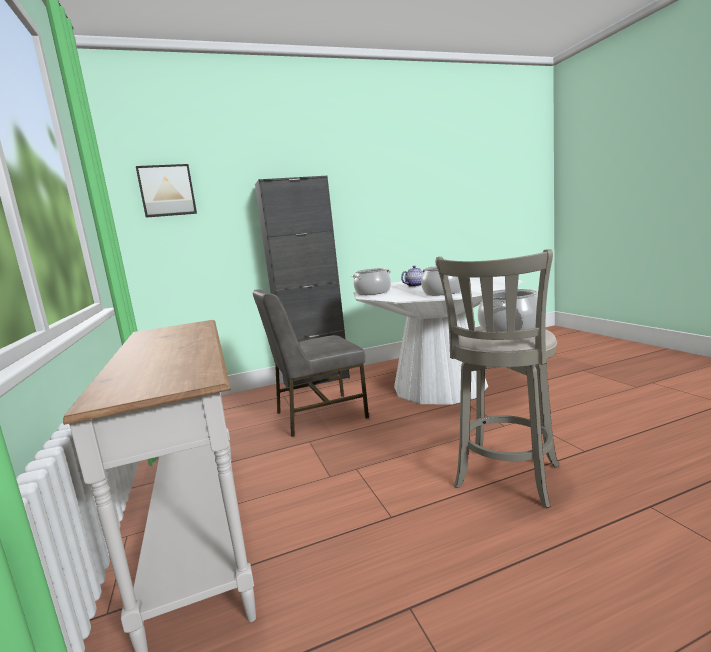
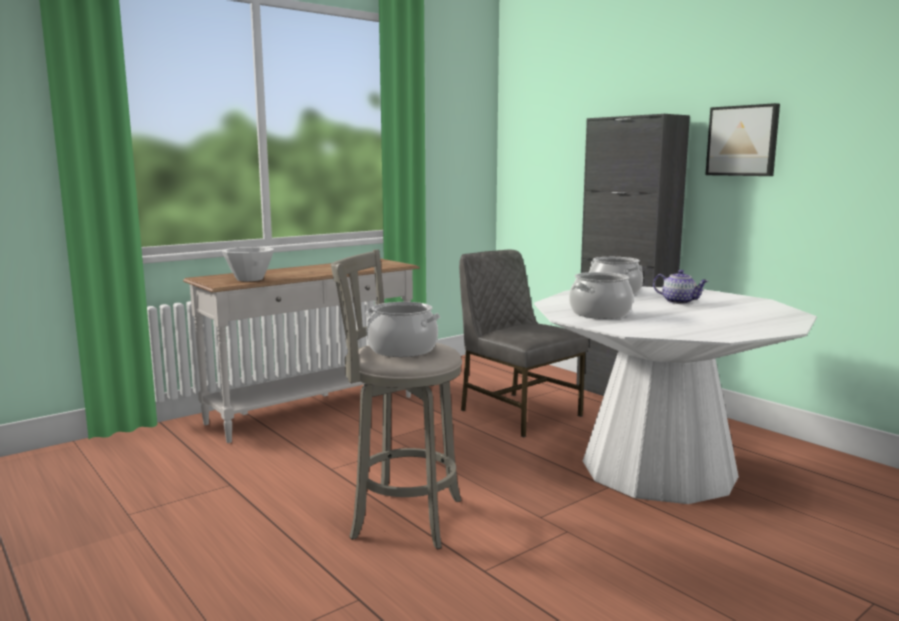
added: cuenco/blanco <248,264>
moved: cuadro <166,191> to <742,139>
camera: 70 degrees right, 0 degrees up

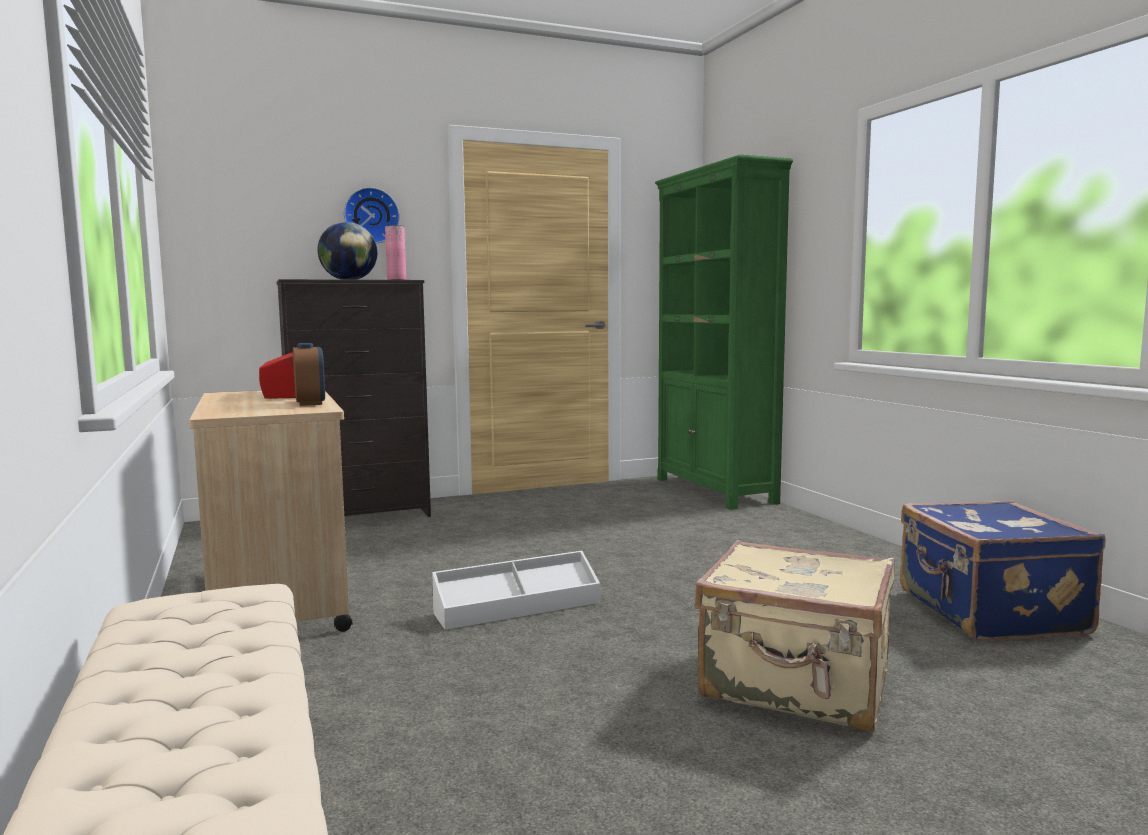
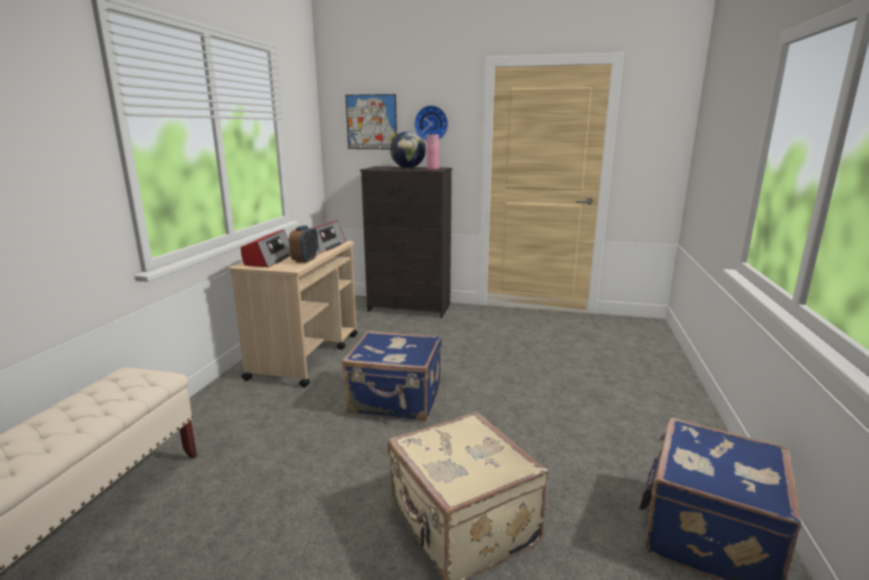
removed: estantería/verde <724,332>
added: radio <265,248>; cuadro <371,121>
replaced: caja de almacenaje/blanco <516,590> to maleta/azul <392,375>
camera: 35 degrees right, 10 degrees up

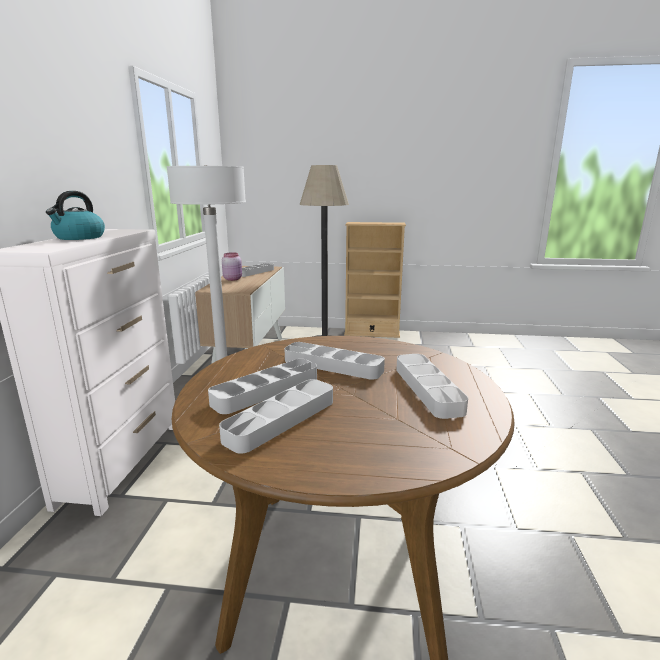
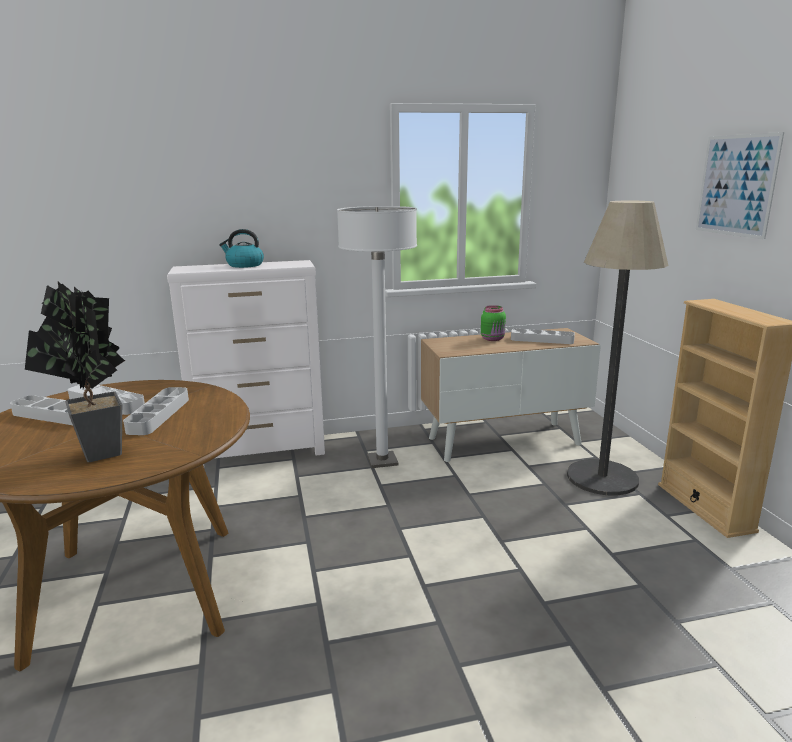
added: cuadro <740,186>
replaced: bandeja/gris <432,386> to planta en maceta <75,372>
recoloured: tarro/rosa <232,266> to tarro/verde <493,323>
camera: 70 degrees right, 0 degrees up

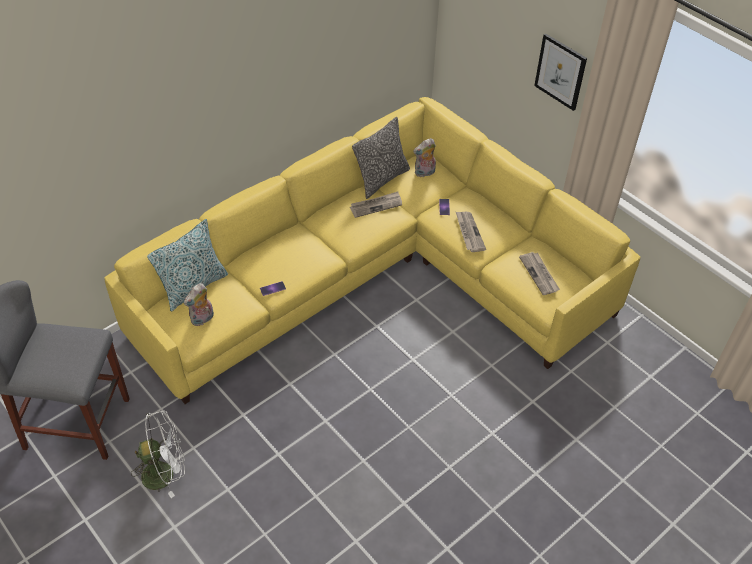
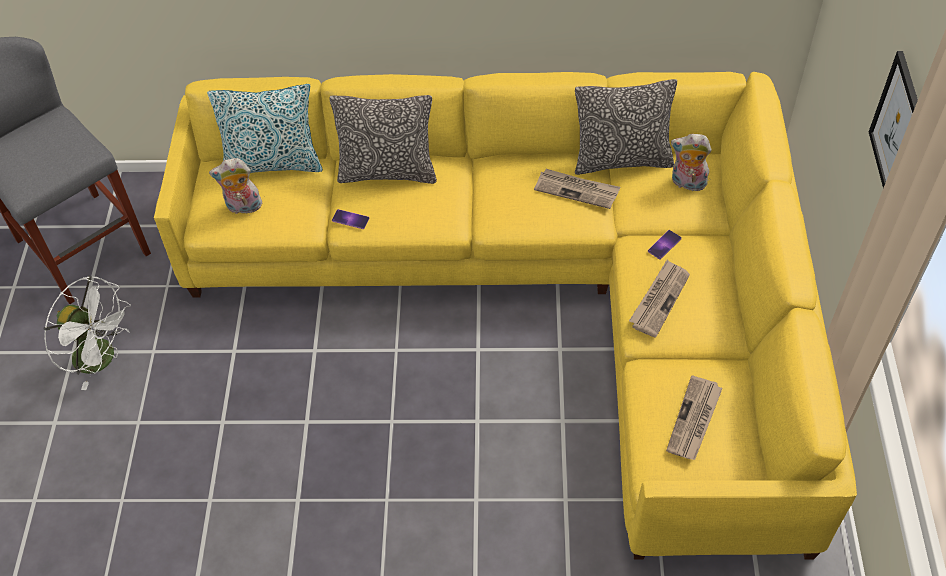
added: cojín <383,139>
camera: 45 degrees right, 5 degrees up

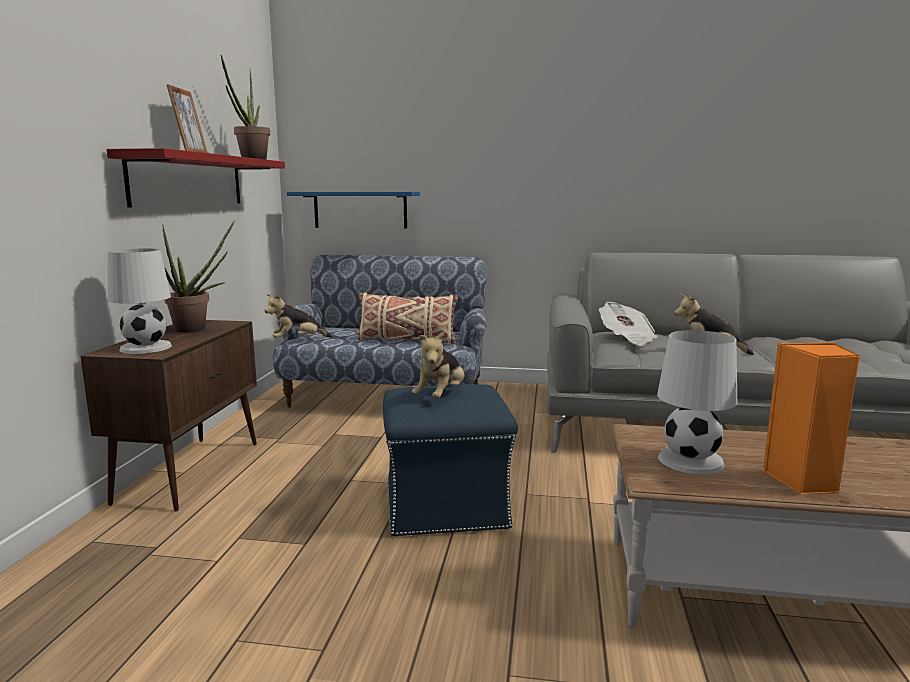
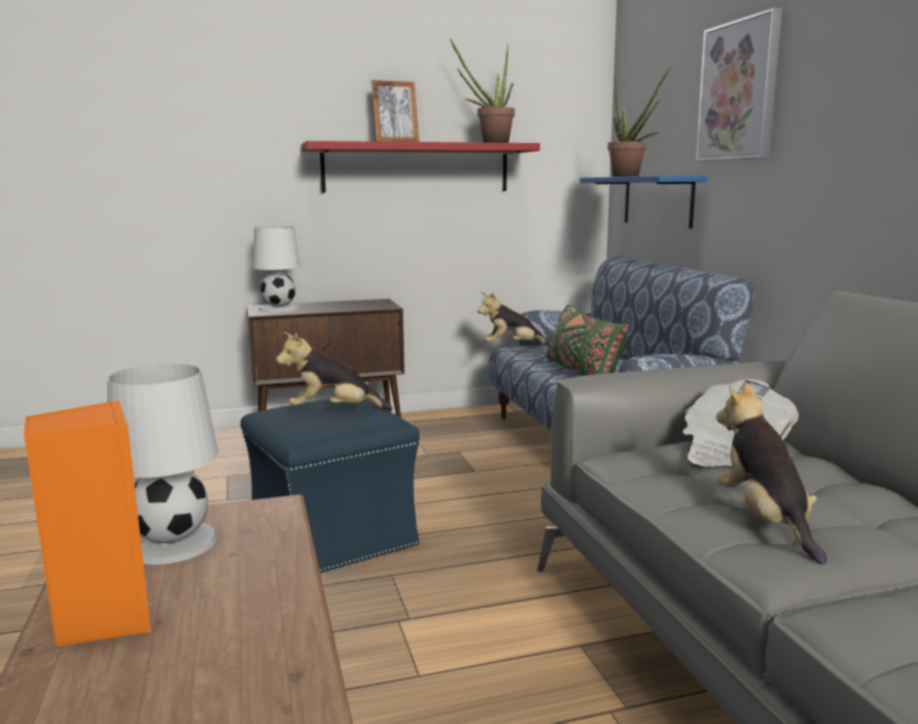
added: cuadro <739,84>
moved: planta en maceta <198,277> to <639,122>
recoloured: cojín/beis <407,318> to cojín/verde <588,340>
turned: peluche <298,316> = <514,319> 45 degrees counterclockwise
camera: 65 degrees right, 0 degrees up

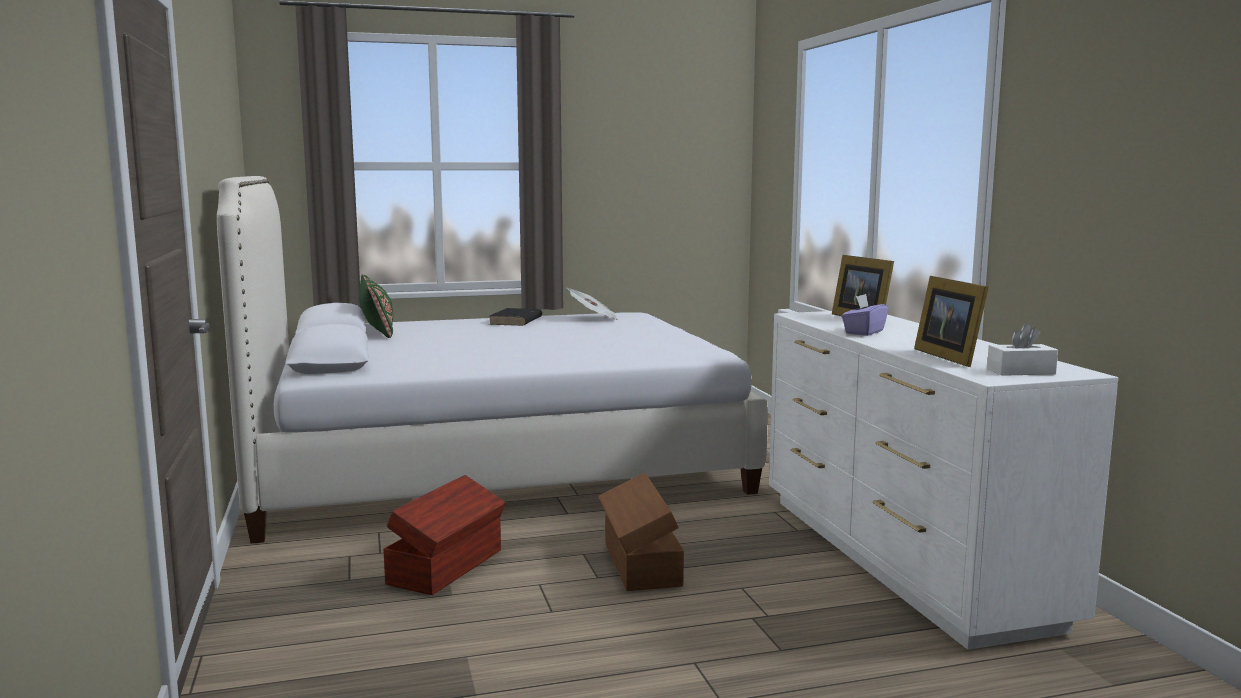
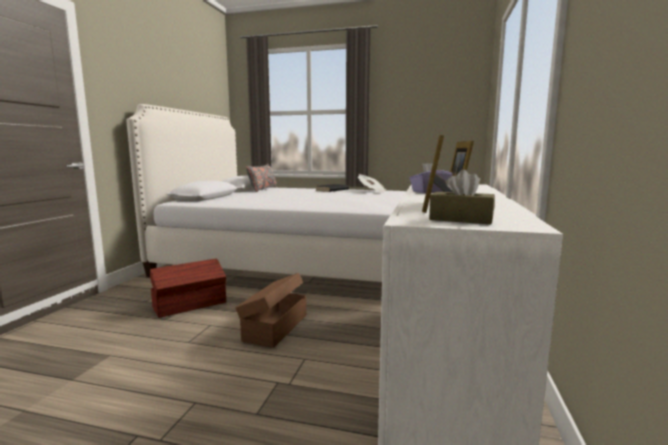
recoloured: cojín/verde <376,306> to cojín/gris <261,178>; caja de pañuelos/blanco <1022,350> to caja de pañuelos/marrón <462,197>
camera: 30 degrees right, 0 degrees up

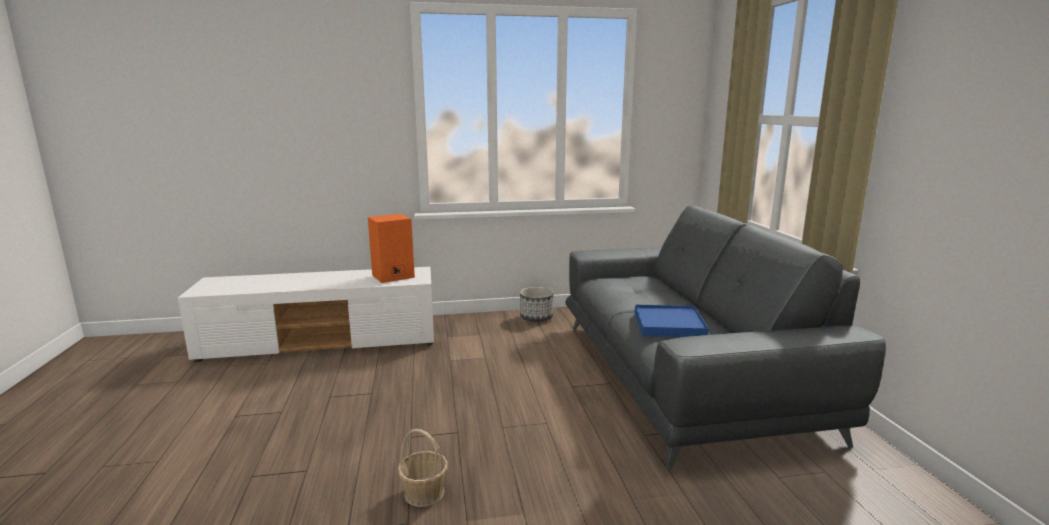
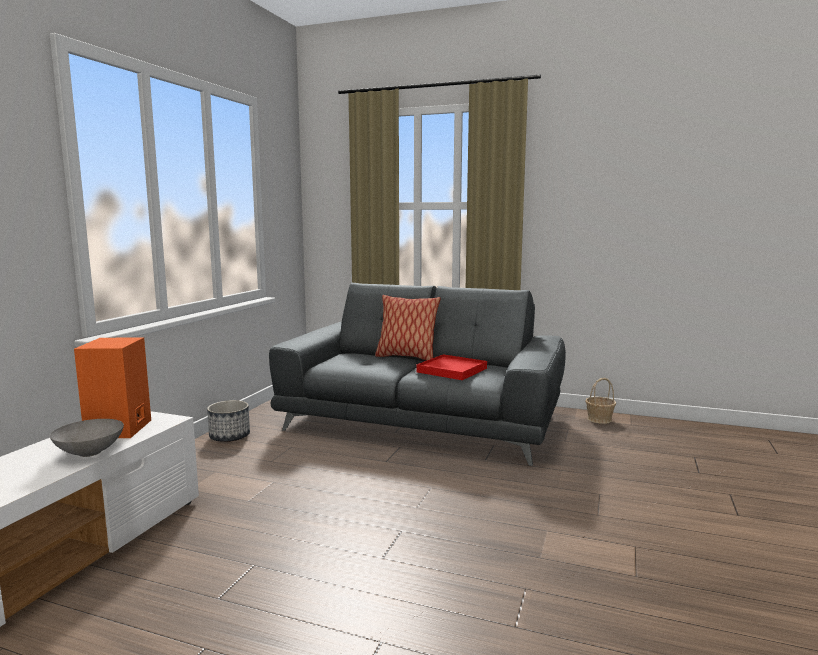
added: cuenco/gris <87,438>; cojín <407,328>
moved: cesta <423,468> to <600,401>
recoloured: bandeja/azul <672,320> to bandeja/rojo <451,367>
camera: 60 degrees left, 5 degrees down

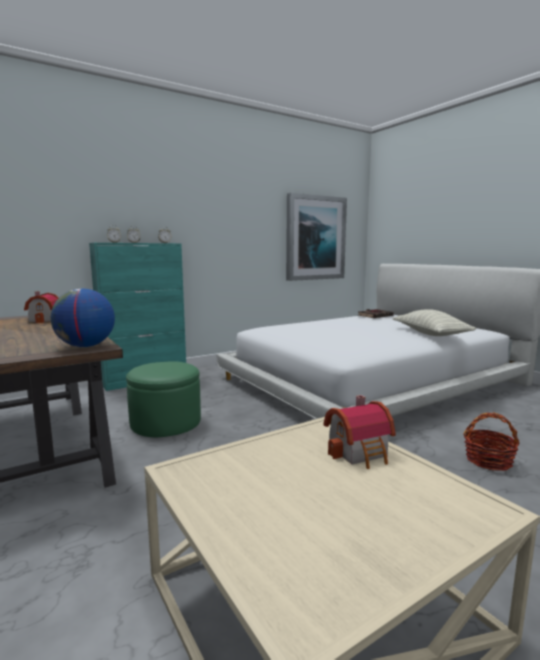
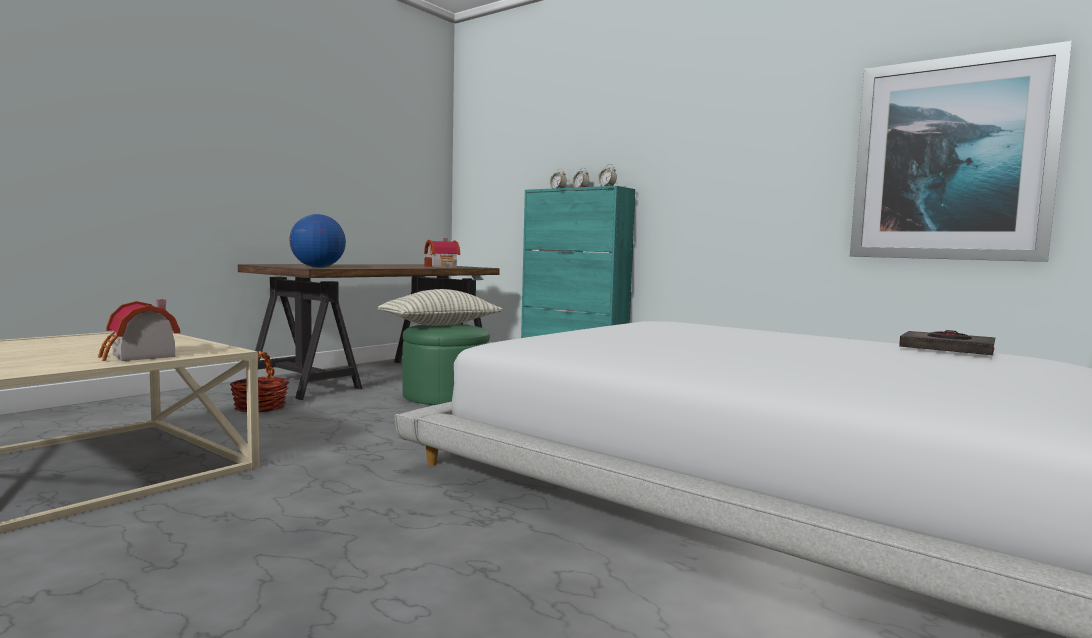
moved: cojín <434,322> to <440,307>; cesta <491,441> to <259,381>
camera: 70 degrees right, 5 degrees down

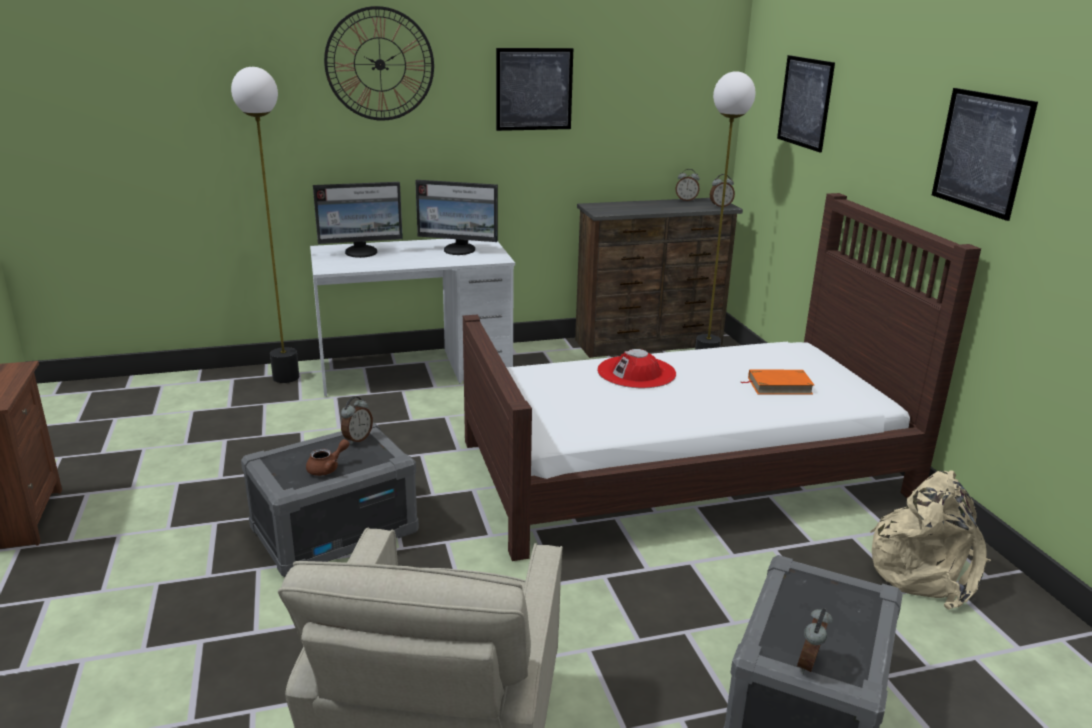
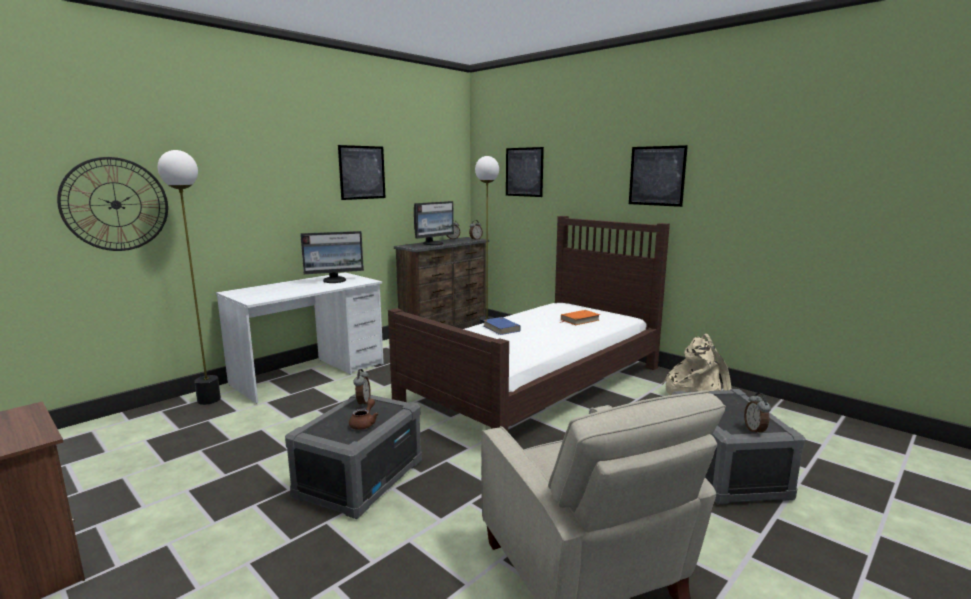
moved: monitor <358,220> to <434,223>; reloj de pared <379,63> to <112,204>
replaced: sombrero/rojo <636,368> to libro/azul <502,326>
camera: 30 degrees left, 10 degrees down

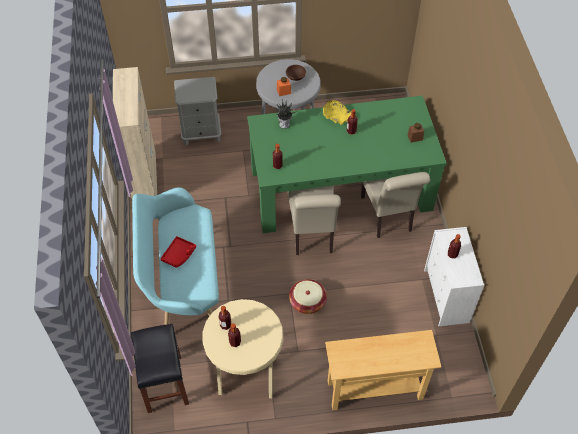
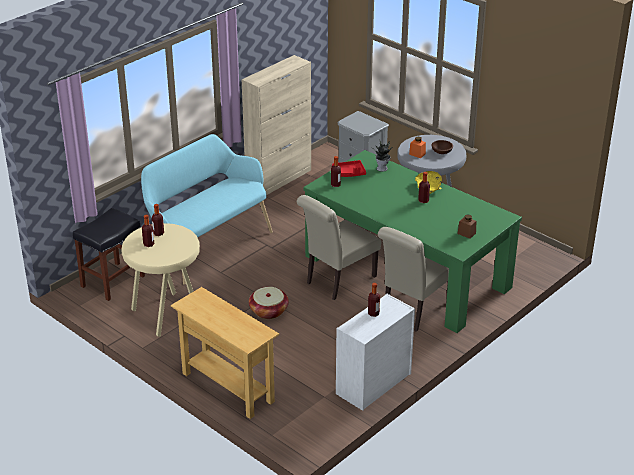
moved: bandeja/rojo <178,252> to <349,168>
camera: 50 degrees right, 20 degrees down

